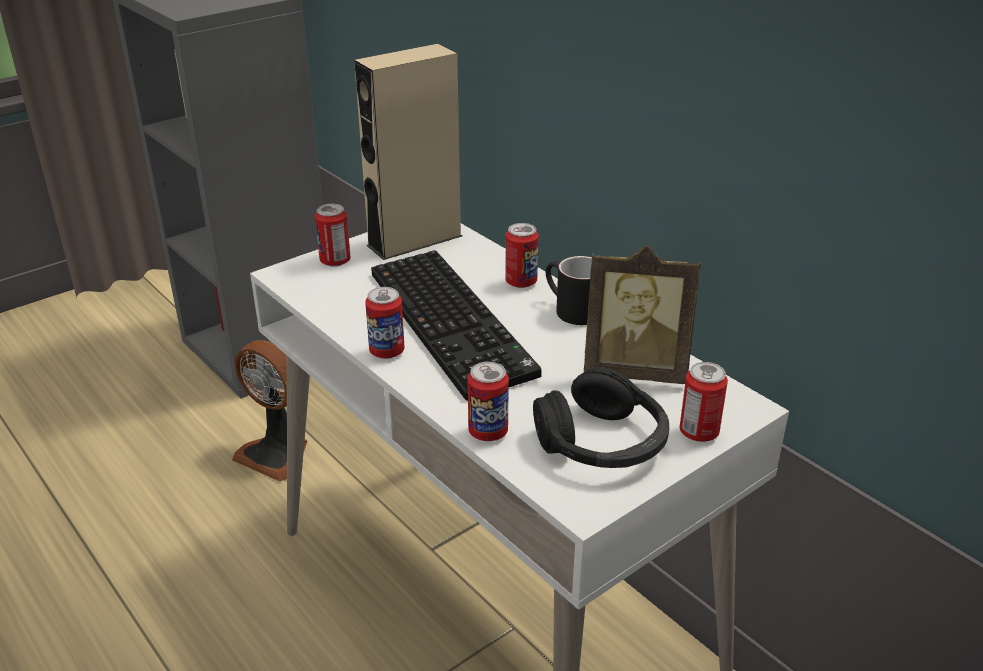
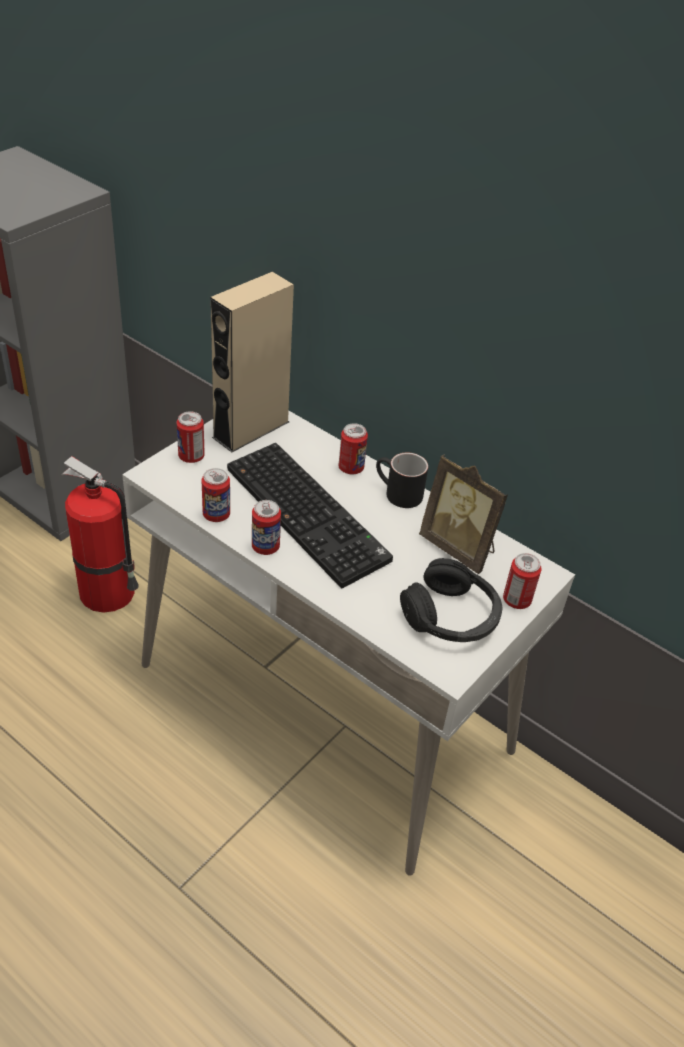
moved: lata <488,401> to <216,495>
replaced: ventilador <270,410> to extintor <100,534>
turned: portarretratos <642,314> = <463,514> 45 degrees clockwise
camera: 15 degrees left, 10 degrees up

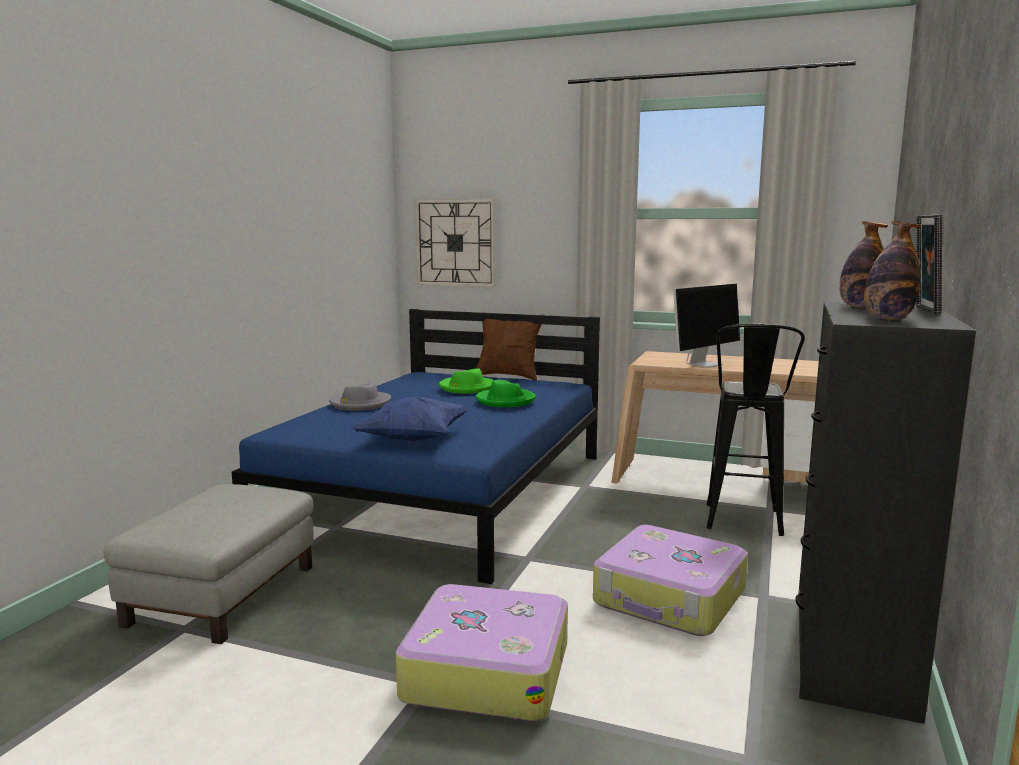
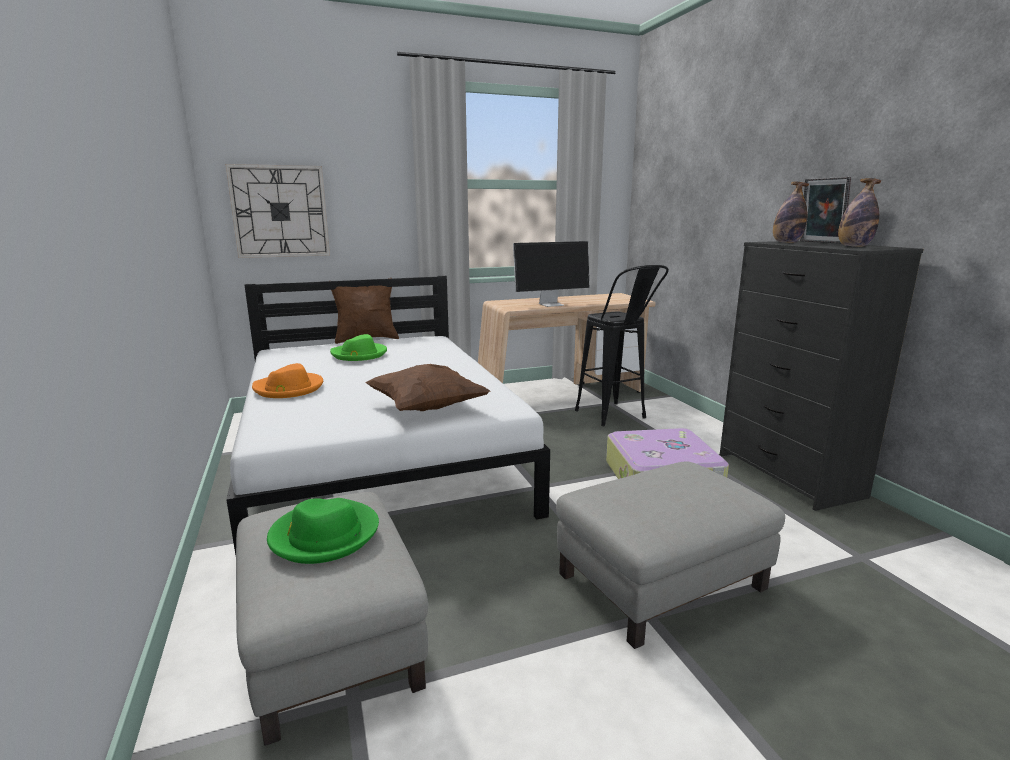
moved: sombrero/verde <506,393> to <323,531>
replaced: maleta <482,652> to puf/gris <670,555>
recoloured: cama/azul <416,446> to cama/blanco <388,415>; sombrero/gris <360,397> to sombrero/naranja <287,380>; cojín/azul <410,419> to cojín/marrón <427,387>
turned: monitor <706,326> = <551,274> 60 degrees clockwise
camera: 40 degrees left, 5 degrees up

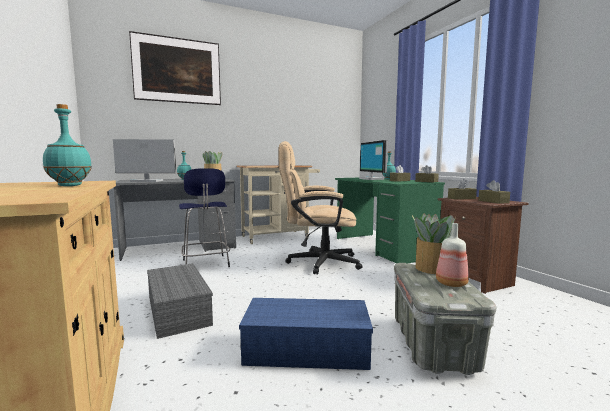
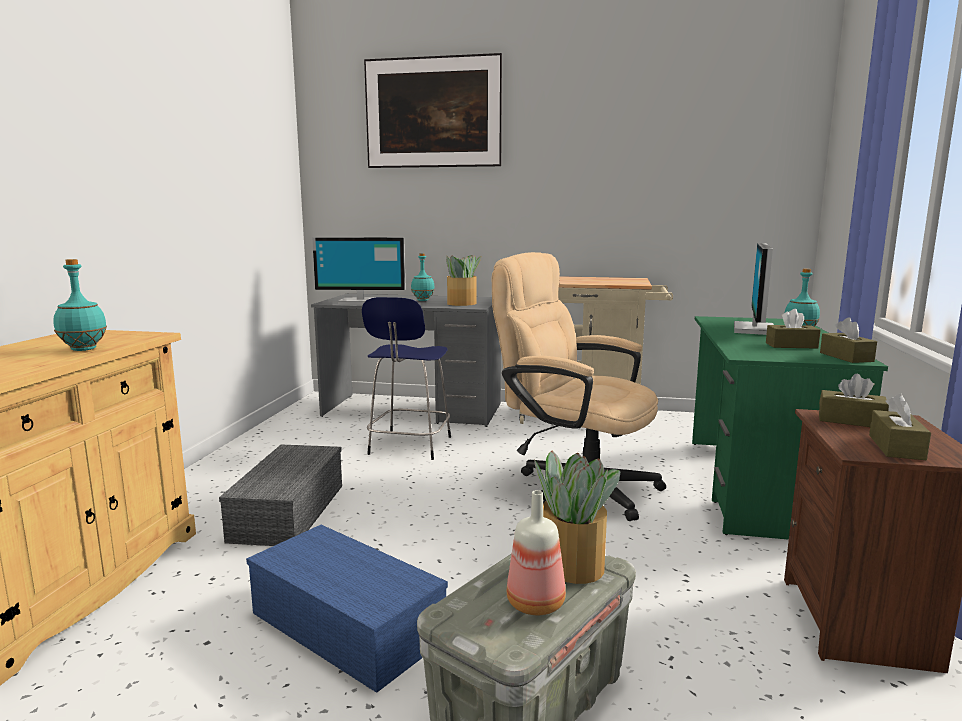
turned: monitor <144,160> = <359,271> 150 degrees clockwise
camera: 35 degrees right, 5 degrees up

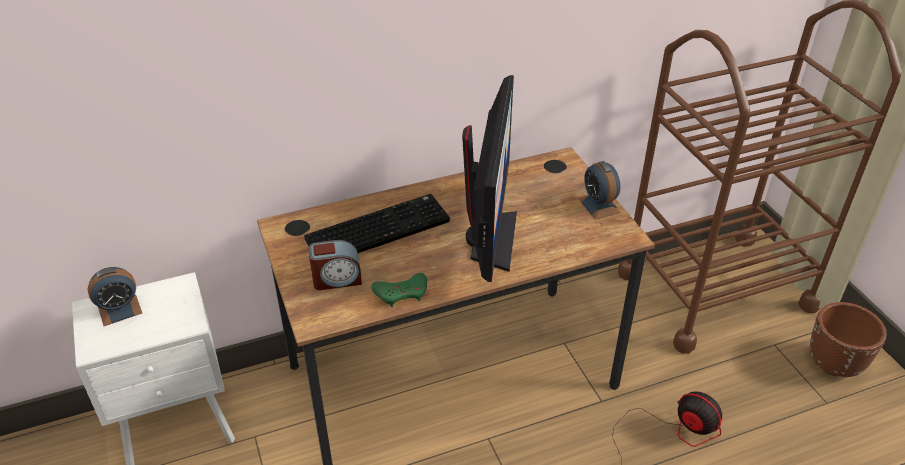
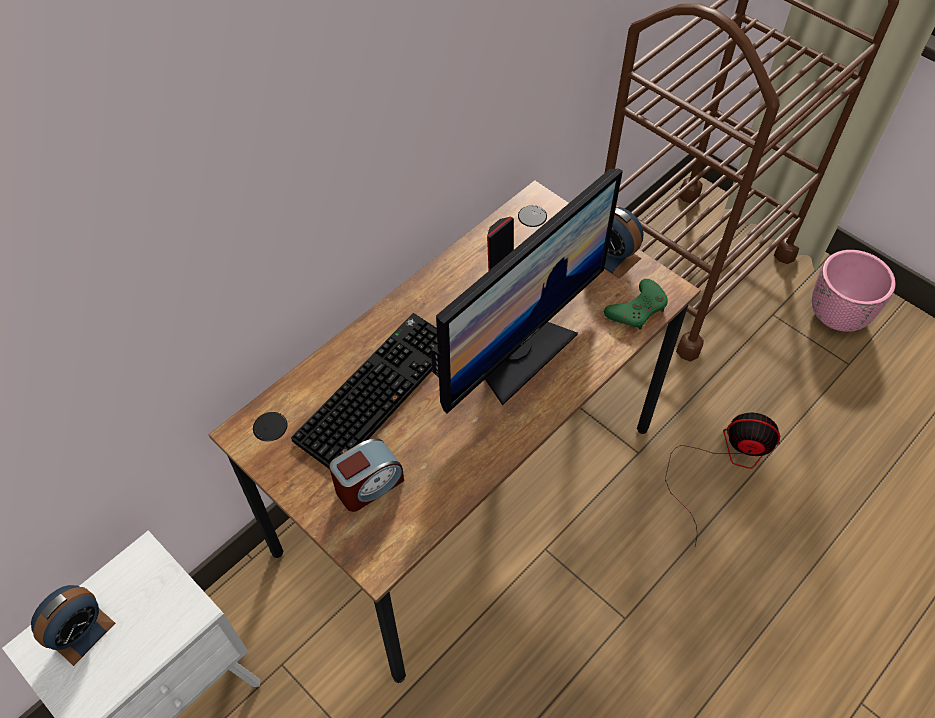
moved: mando de consola/verde <399,290> to <636,304>
recoloured: maceta/marrón <848,339> to maceta/rosa <854,291>
turned: monitor <489,178> = <527,291> 60 degrees clockwise
camera: 25 degrees left, 15 degrees up

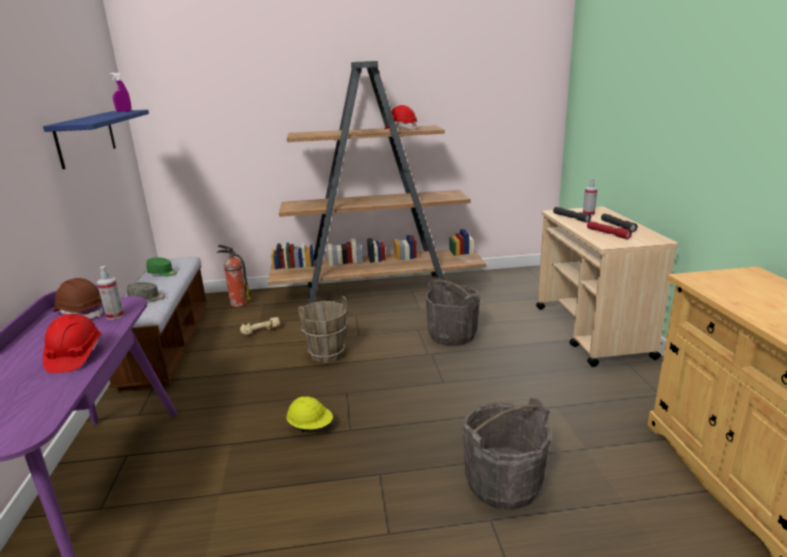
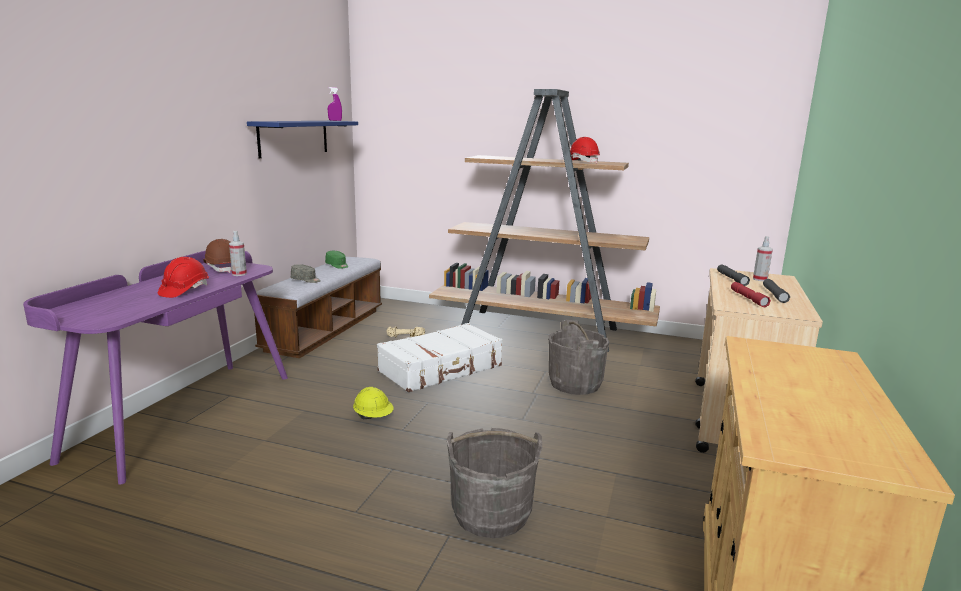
removed: extintor <234,276>
replaced: cubo/marrón <322,329> to maleta/blanco <440,357>
camera: 25 degrees right, 5 degrees down

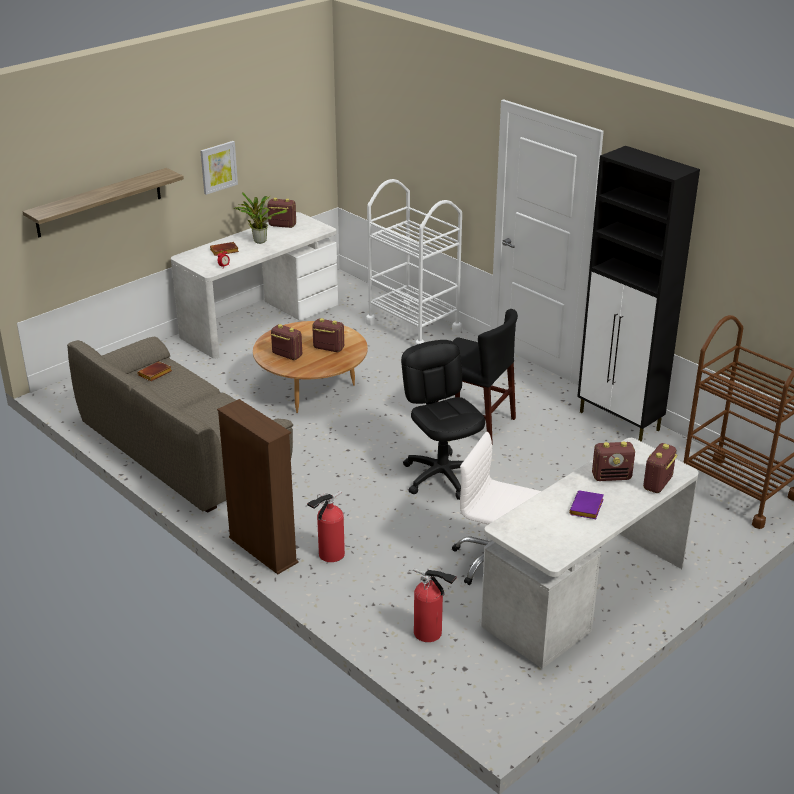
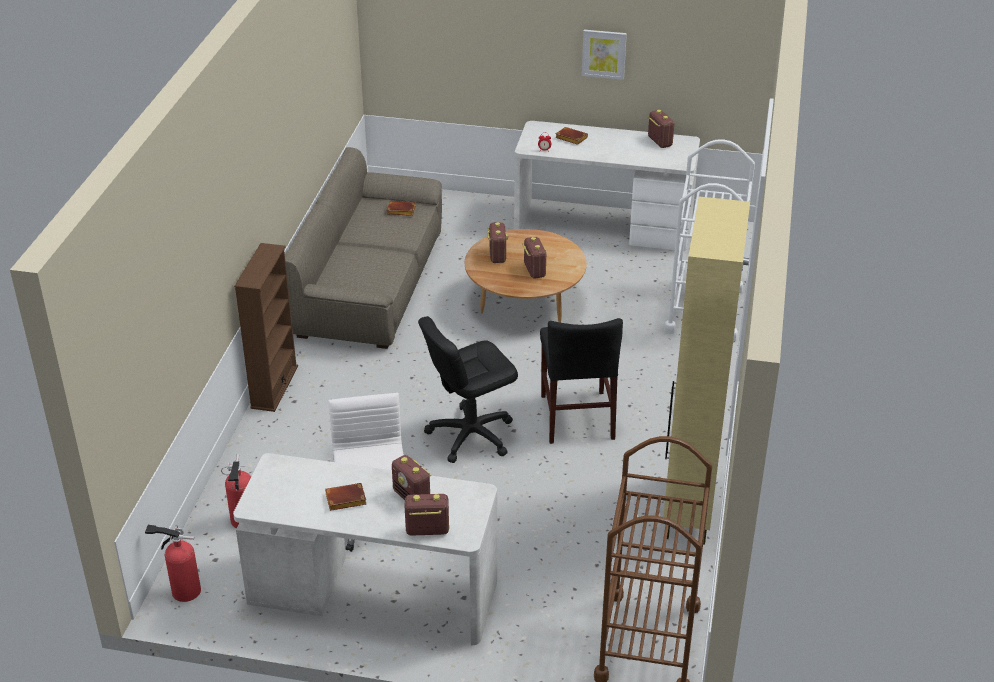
removed: estante <103,202>; planta en maceta <260,218>
moved: extintor <326,526> to <173,563>
recoloured: libro/morado <586,504> to libro/marrón <345,497>; armario/negro <638,294> to armario/beis <707,370>
turned: silla de oficina/negro <443,420> = <468,389> 150 degrees counterclockwise
camera: 55 degrees right, 5 degrees up

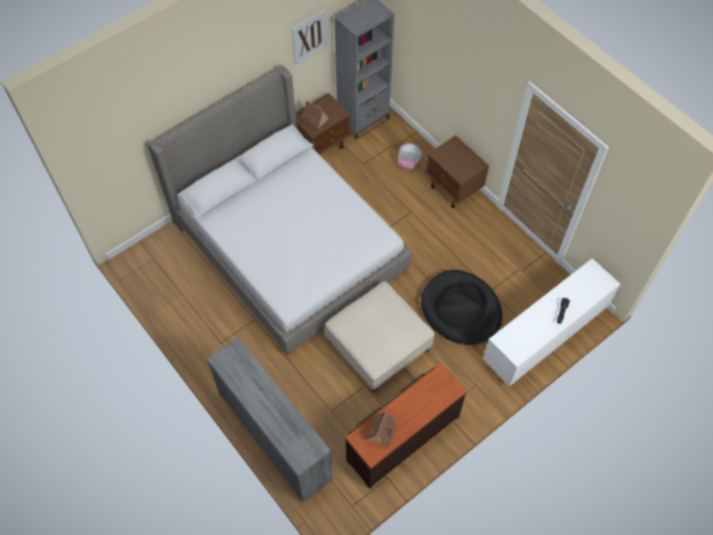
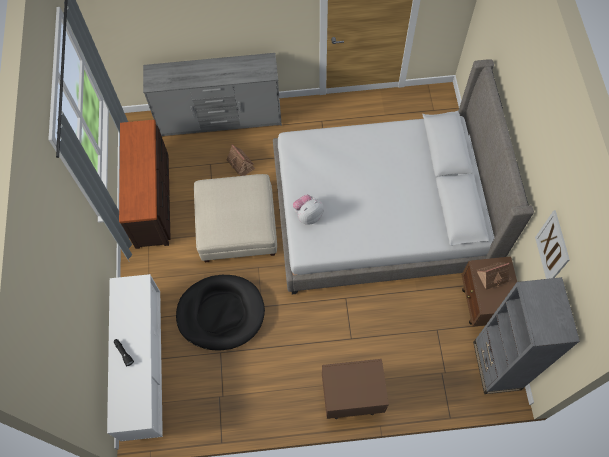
moved: casita <381,429> to <240,160>; peluche <410,157> to <308,210>
camera: 125 degrees right, 5 degrees up

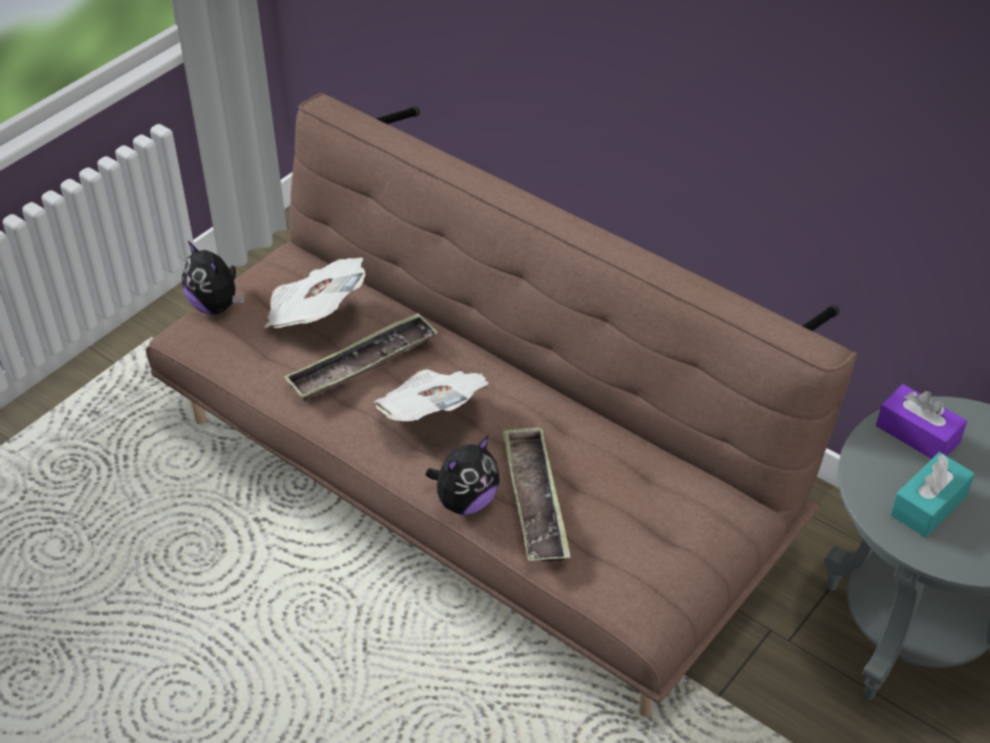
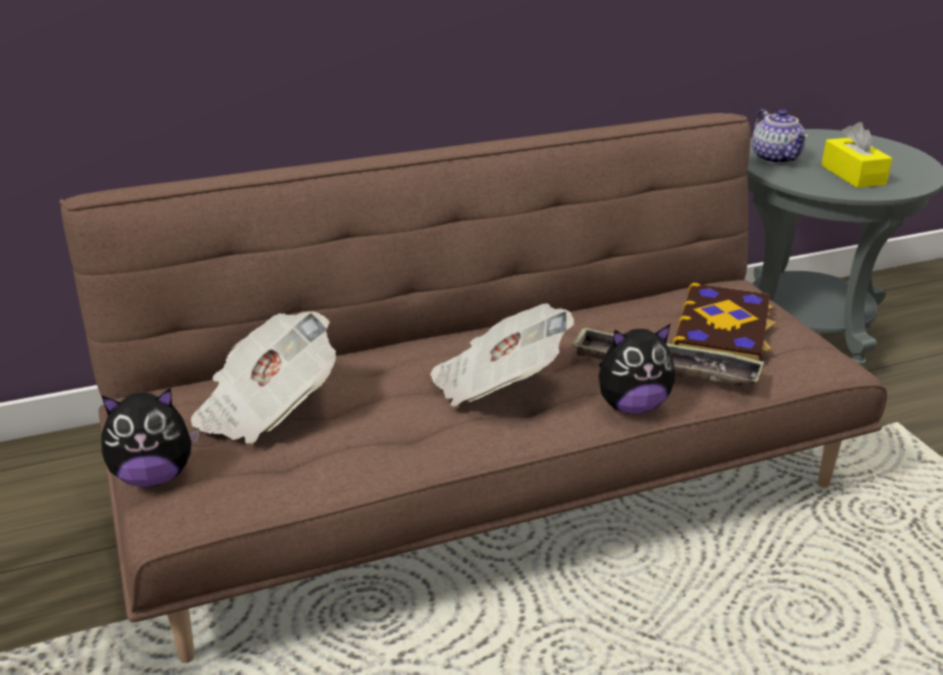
removed: bandeja <361,357>
added: libro <724,322>
replaced: caja de pañuelos/morado <921,421> to tetera <780,136>
recoloured: caja de pañuelos/turquesa <932,494> to caja de pañuelos/amarillo <856,155>
turned: peluche <462,475> = <636,369> 90 degrees clockwise
camera: 60 degrees left, 15 degrees down

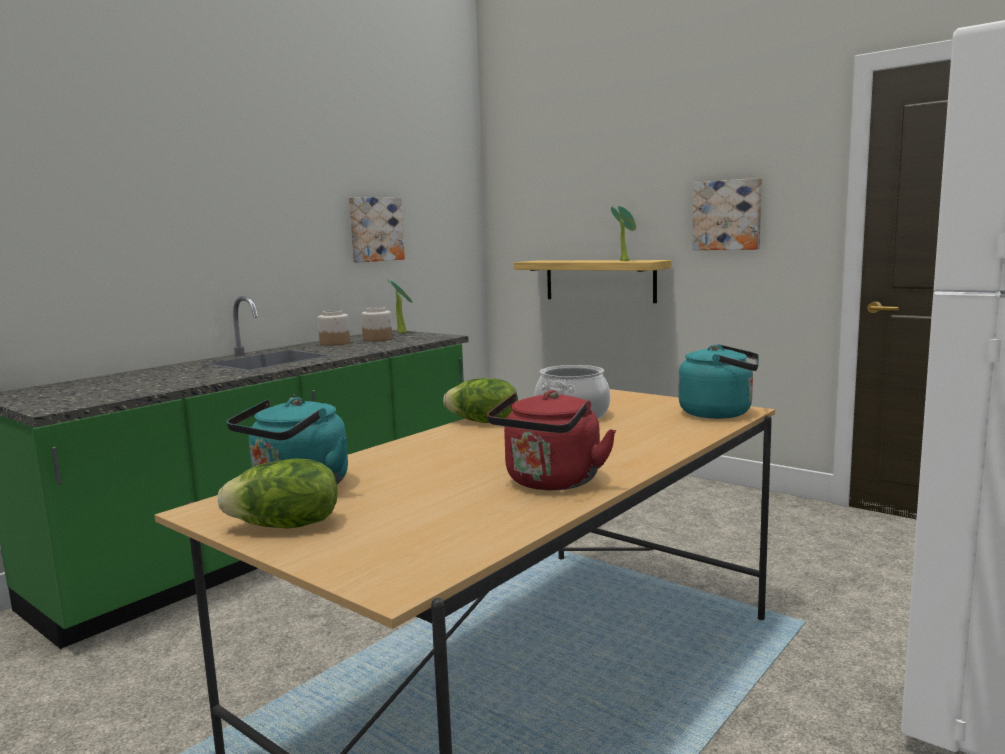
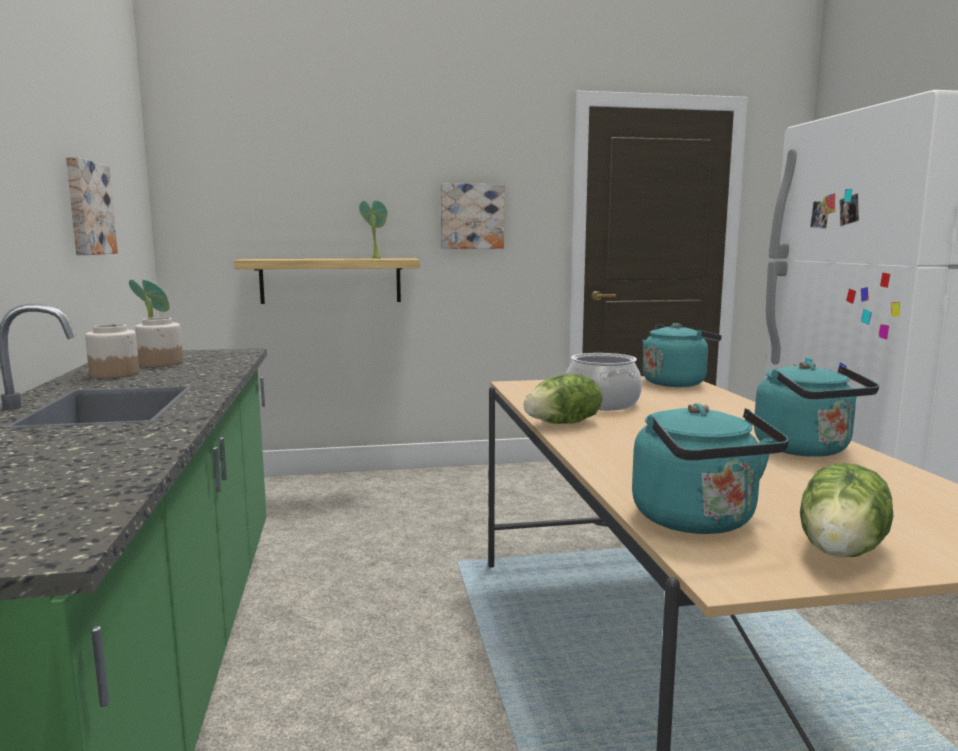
recoloured: hervidor/rojo <551,440> to hervidor/turquesa <816,409>
camera: 50 degrees left, 0 degrees up

